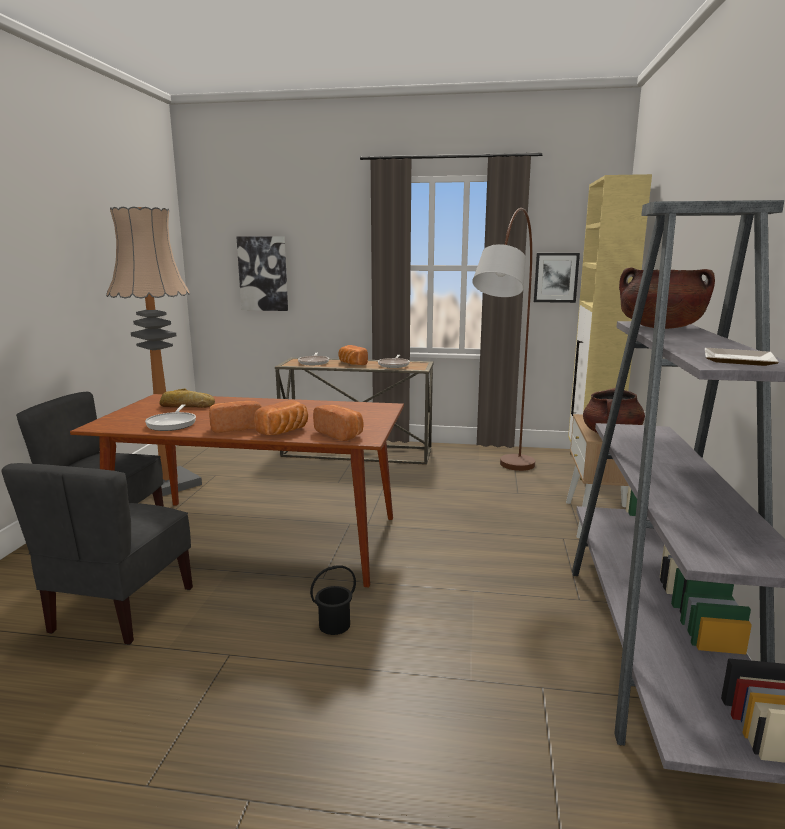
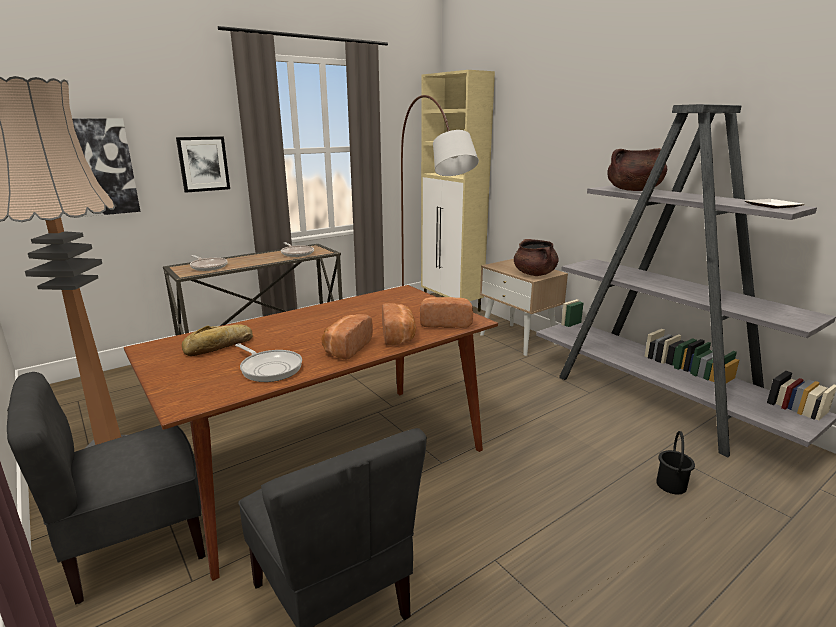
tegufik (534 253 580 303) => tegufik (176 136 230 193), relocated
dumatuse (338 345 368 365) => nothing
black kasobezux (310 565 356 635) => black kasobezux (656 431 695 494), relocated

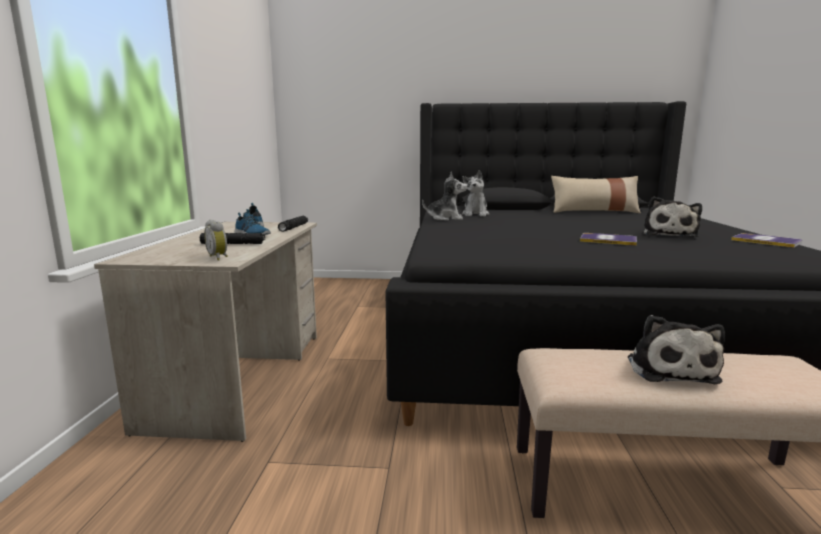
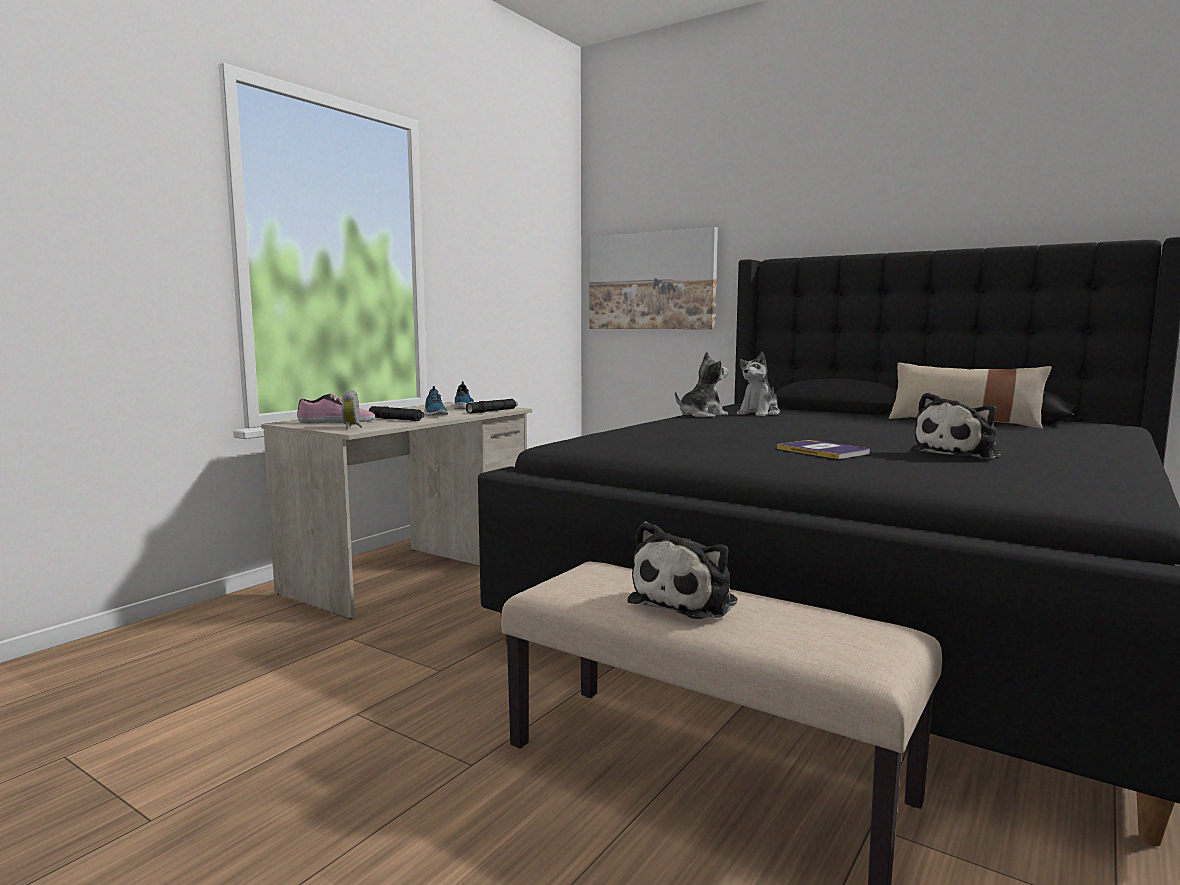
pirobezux (422 171 467 221) => pirobezux (675 351 728 417), 60 degrees counterclockwise
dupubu (731 233 802 248) => nothing
nothing => tegufik (590 227 718 329)
nothing => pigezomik (297 394 375 423)

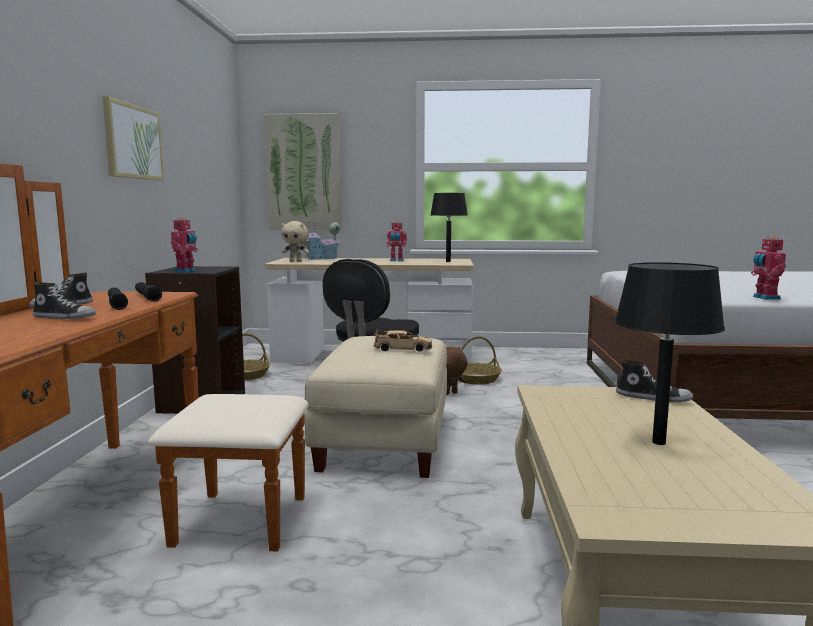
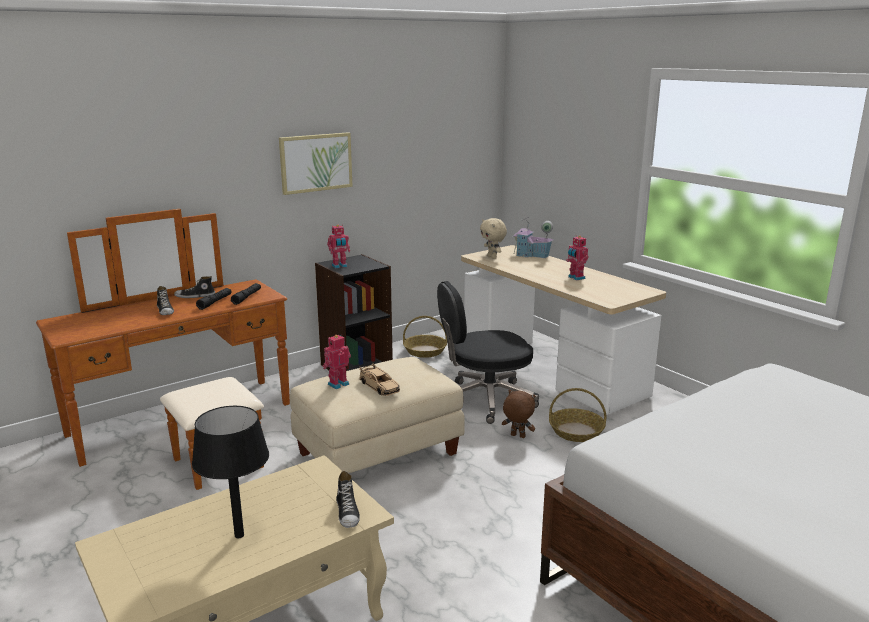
tegufik (264 113 342 229) => nothing
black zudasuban (431 193 468 262) => nothing
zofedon (751 236 786 300) => zofedon (323 334 351 389), relocated

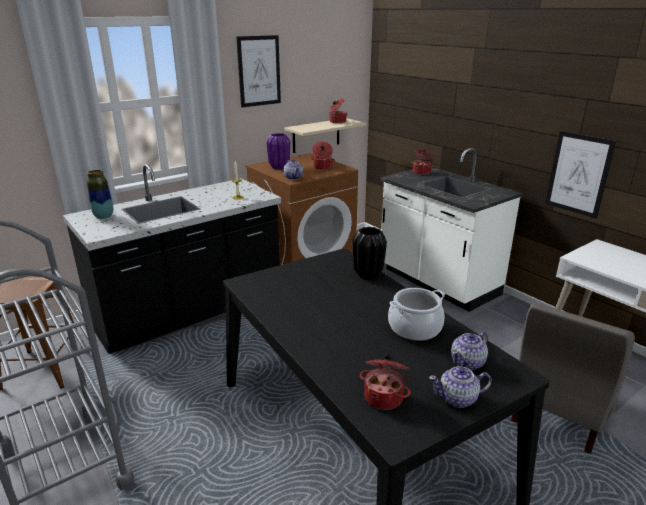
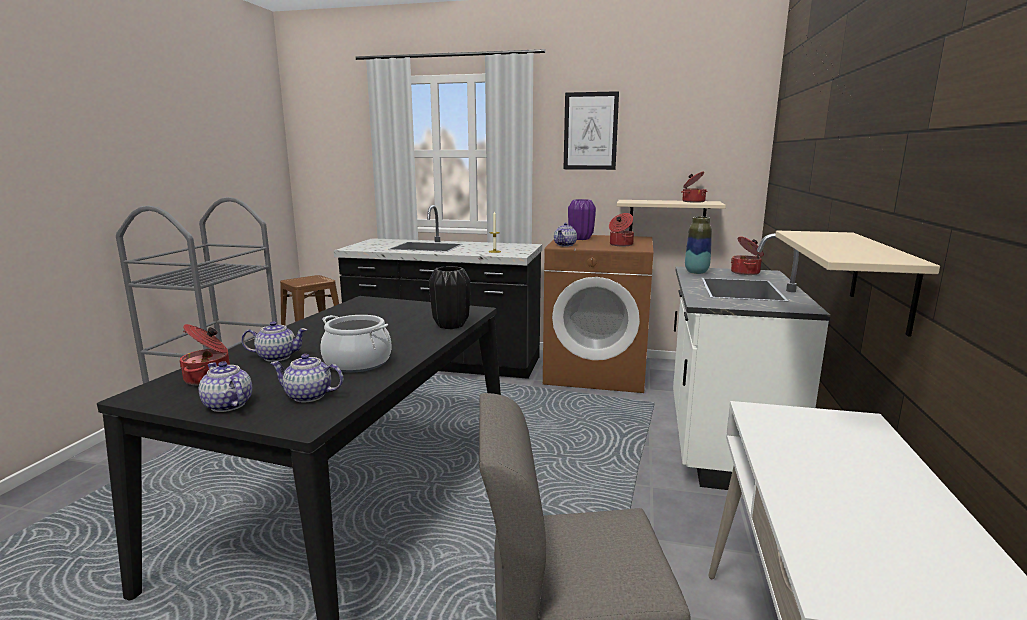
tegufik (545 131 616 219) => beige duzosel (775 231 940 337)
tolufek (87 170 113 219) => tolufek (685 216 712 274), relocated
nothing => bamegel (241 321 307 362)

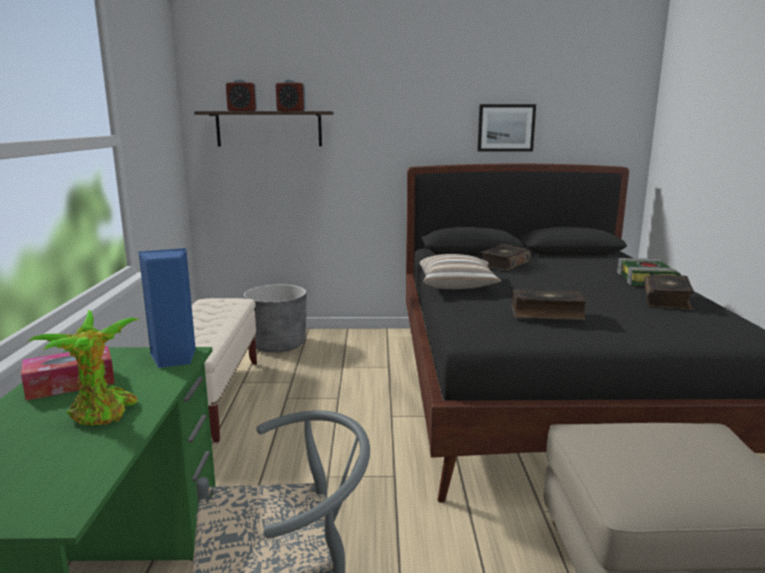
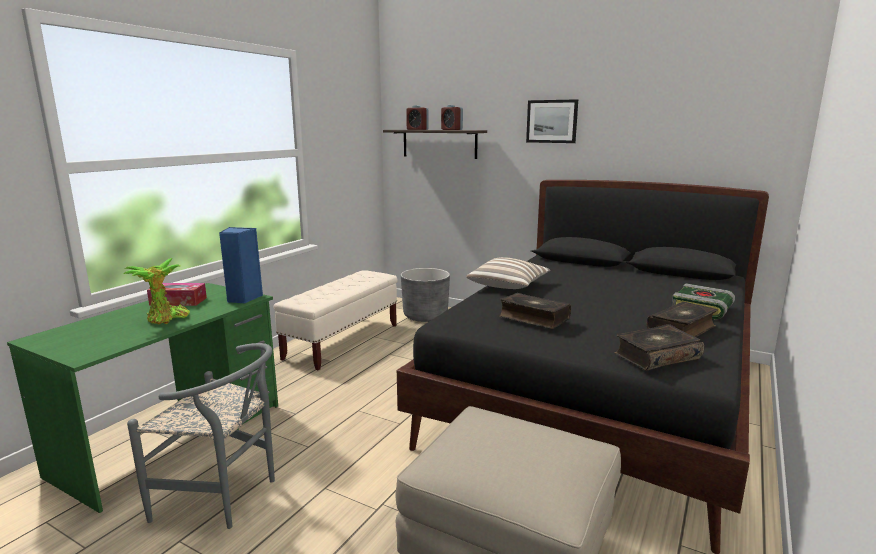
tegufik (477 104 536 152) => tegufik (526 99 578 143), relocated
dupubu (481 244 531 271) => dupubu (614 324 704 371), relocated

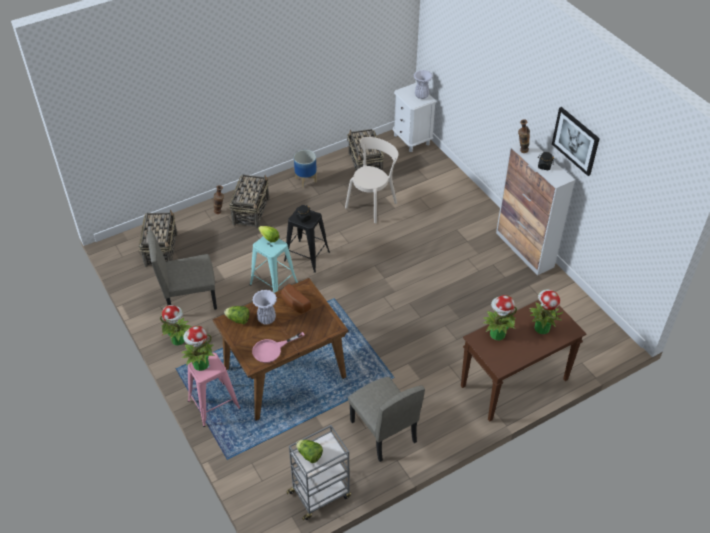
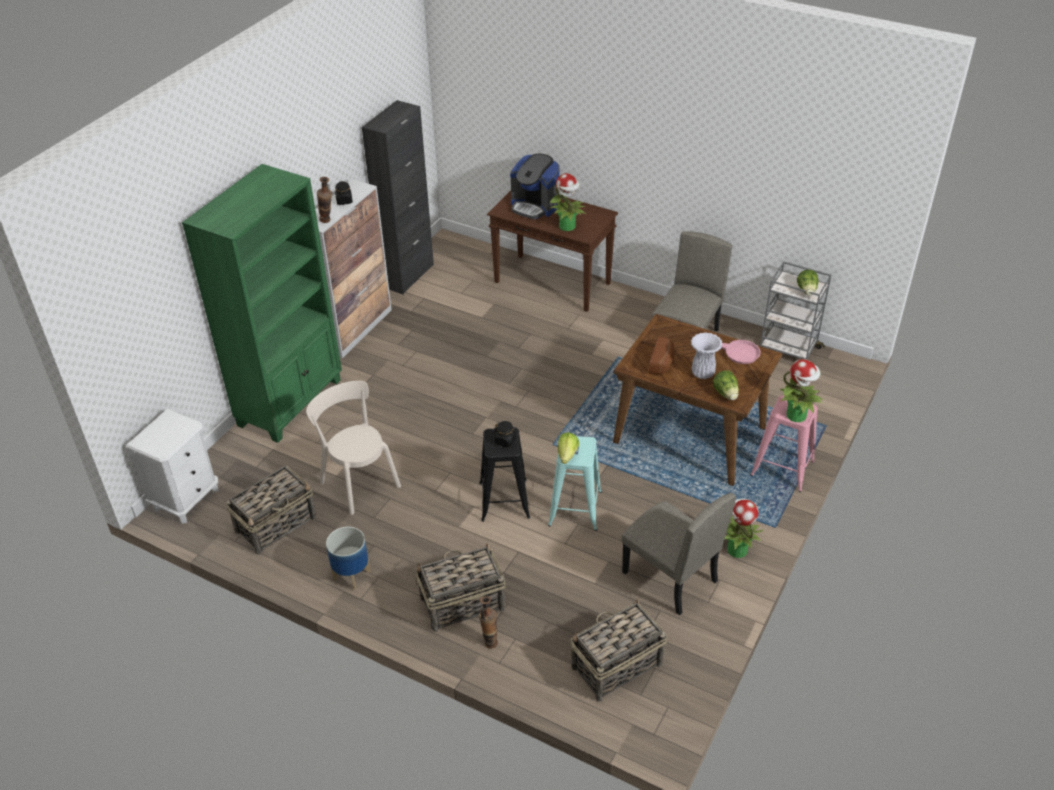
white tolufek (414 70 433 99) => nothing
tegufik (552 107 600 176) => nothing
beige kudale (345 137 399 223) => beige kudale (306 381 401 515), 45 degrees clockwise
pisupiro (529 290 564 334) => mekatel (510 154 560 219)
nothing => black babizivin (362 100 434 294)
nothing => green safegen (182 164 342 443)

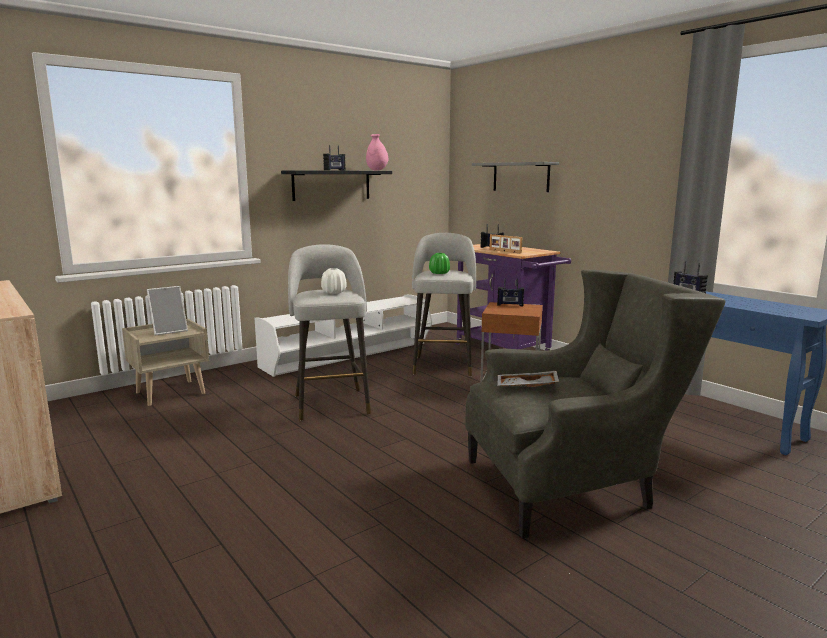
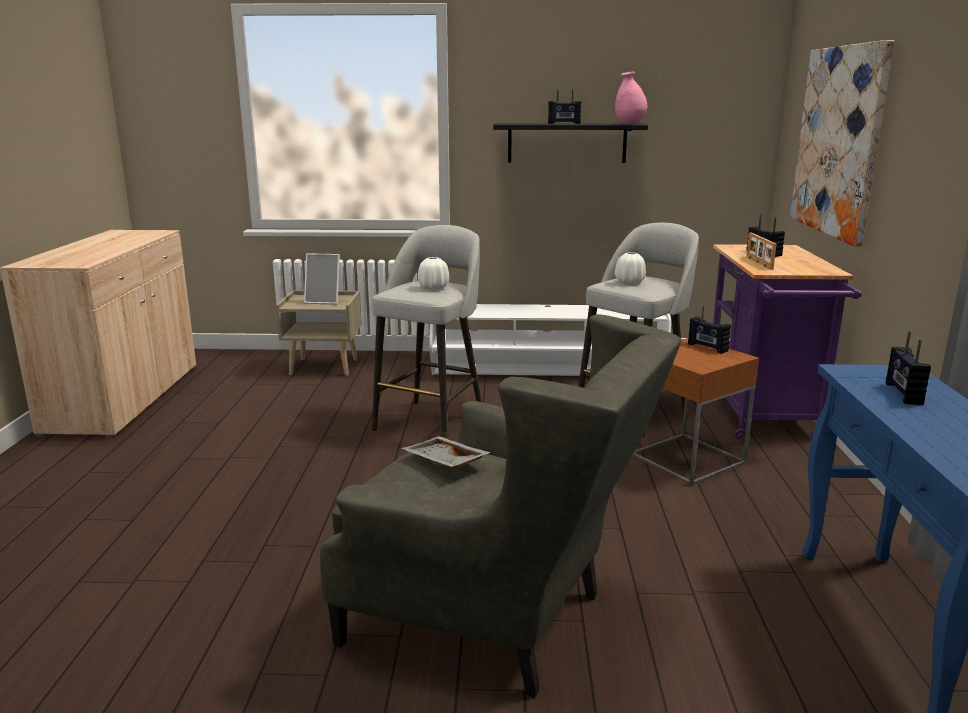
grey duzosel (472 162 559 192) => tegufik (790 40 894 246)
green tolufek (429 253 450 274) => white tolufek (615 252 646 284)

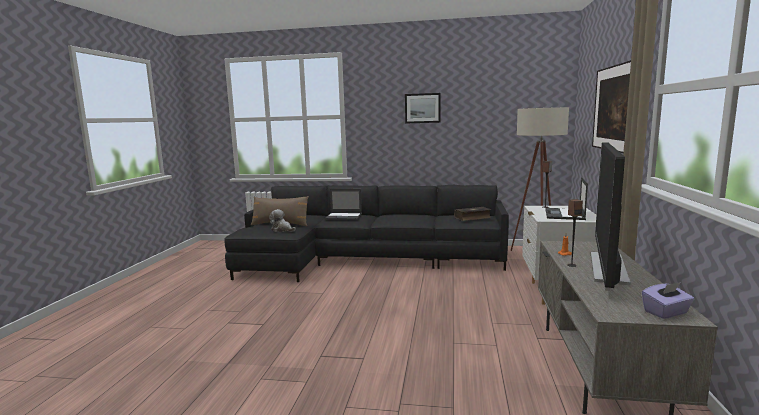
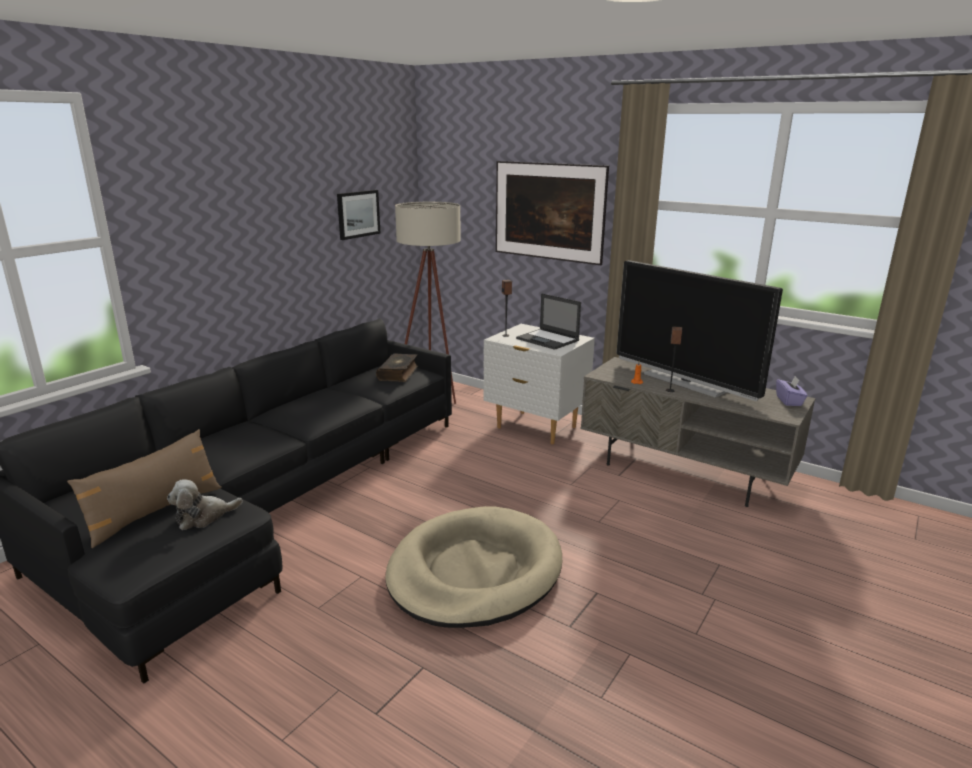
tegufik (405 93 440 124) => tegufik (337 190 381 240), relocated
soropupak (324 189 362 220) => nothing
nothing => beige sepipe (385 506 562 628)

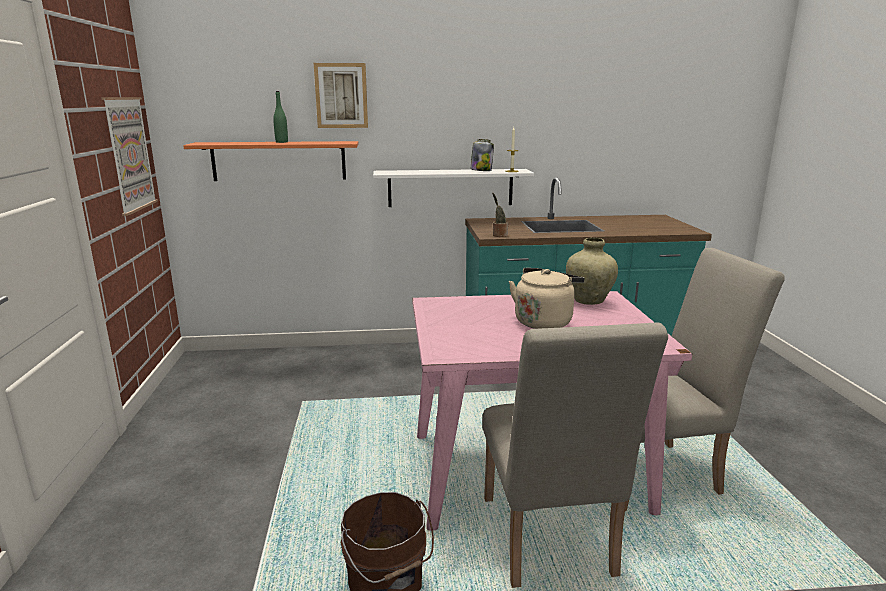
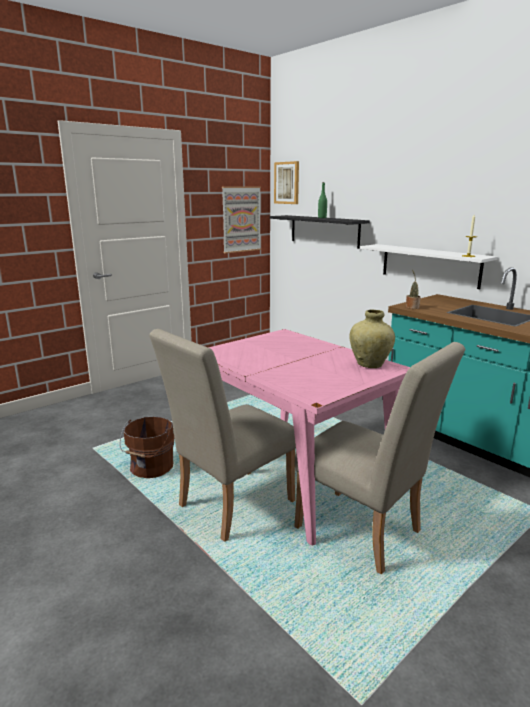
tegufik (314 63 368 128) => tegufik (274 161 299 204), relocated
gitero (471 139 494 171) => nothing
orange duzosel (183 141 358 181) => black duzosel (270 215 370 249)
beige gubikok (509 268 584 329) => nothing

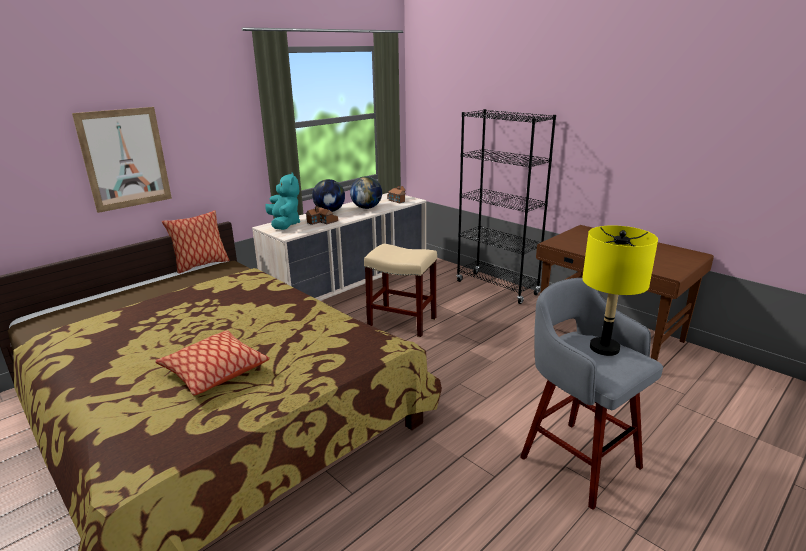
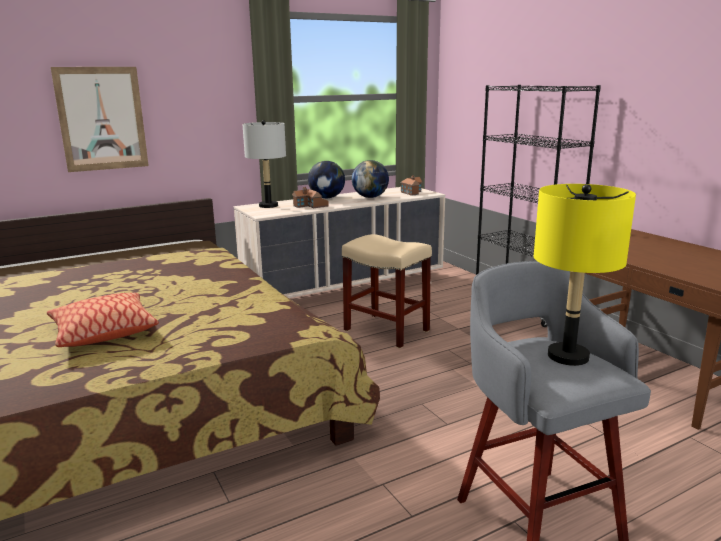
turquoise pirobezux (265 173 300 230) => grey zudasuban (242 120 286 208)
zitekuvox (162 210 230 274) => nothing

